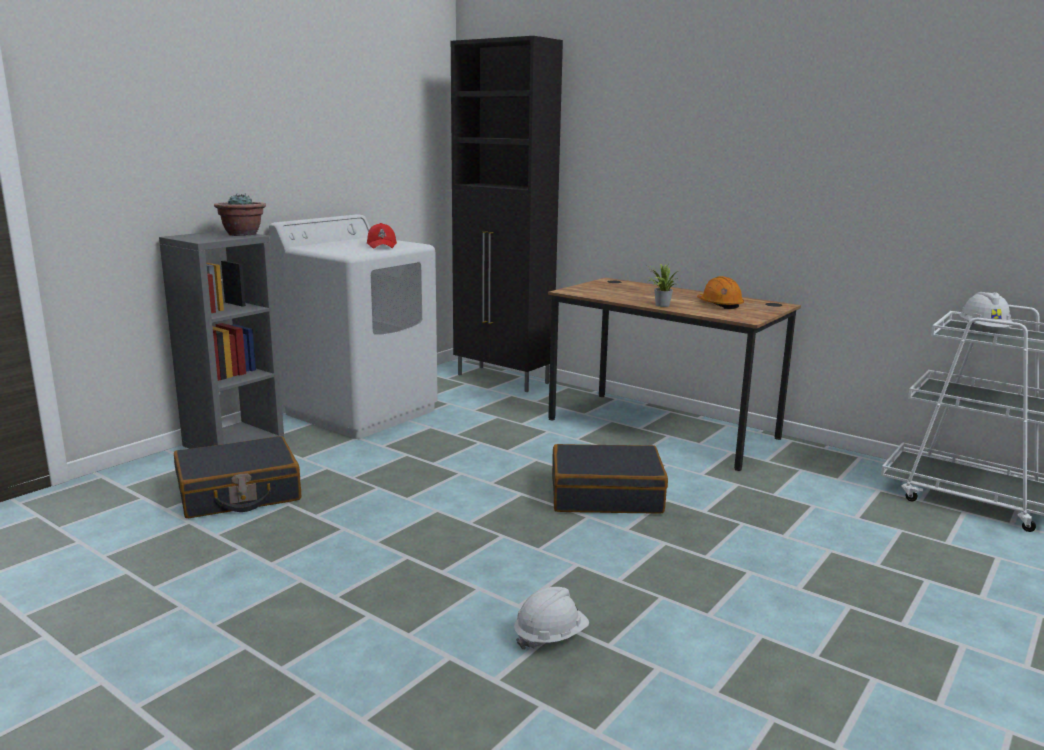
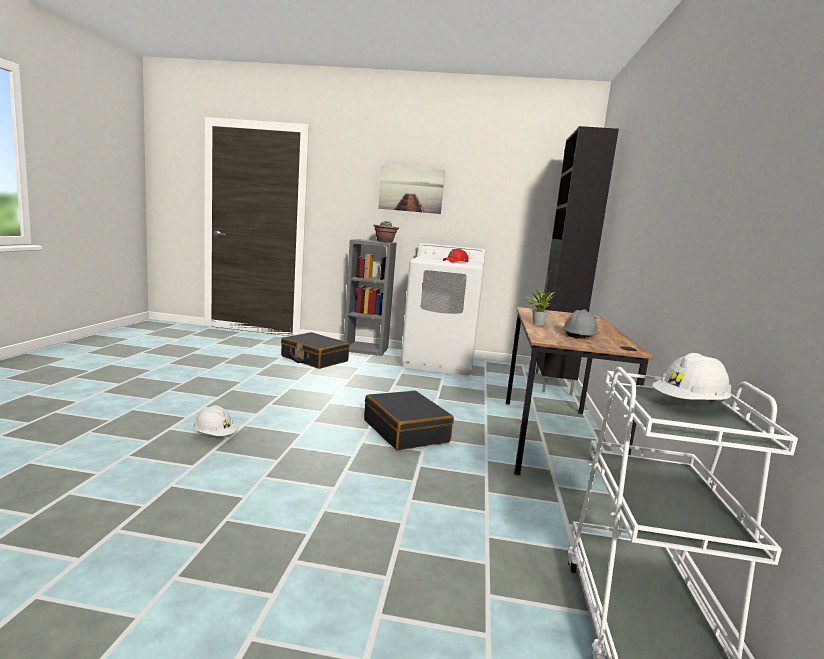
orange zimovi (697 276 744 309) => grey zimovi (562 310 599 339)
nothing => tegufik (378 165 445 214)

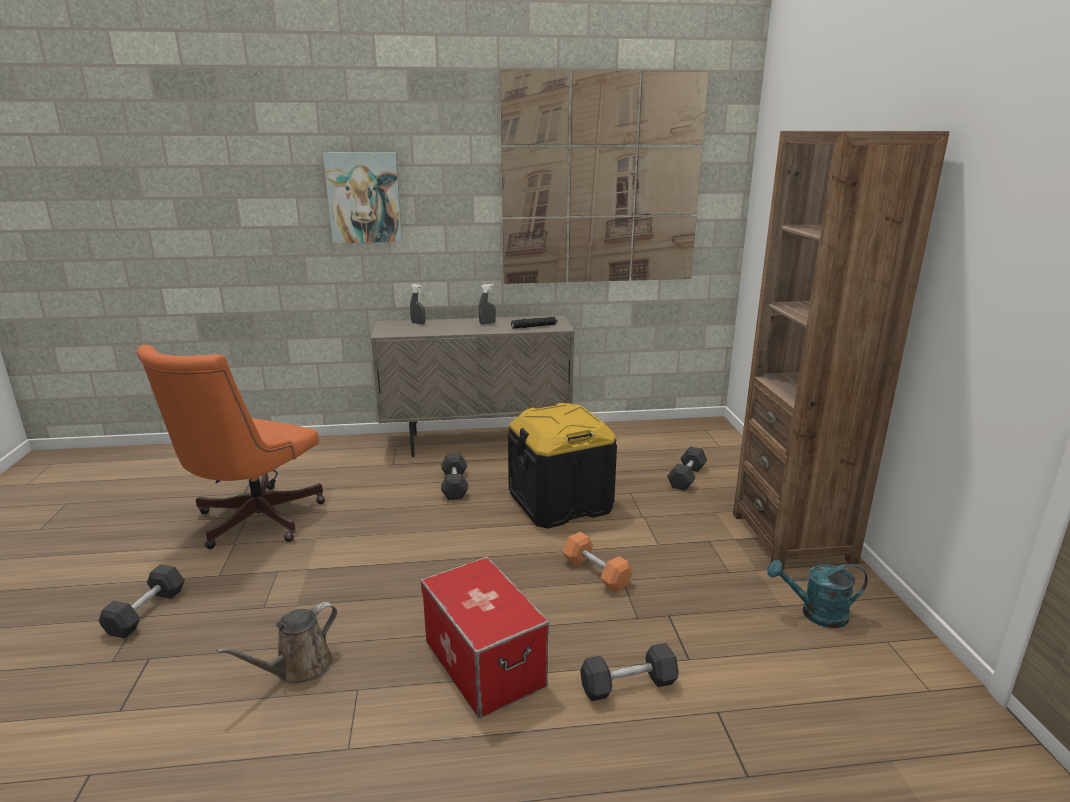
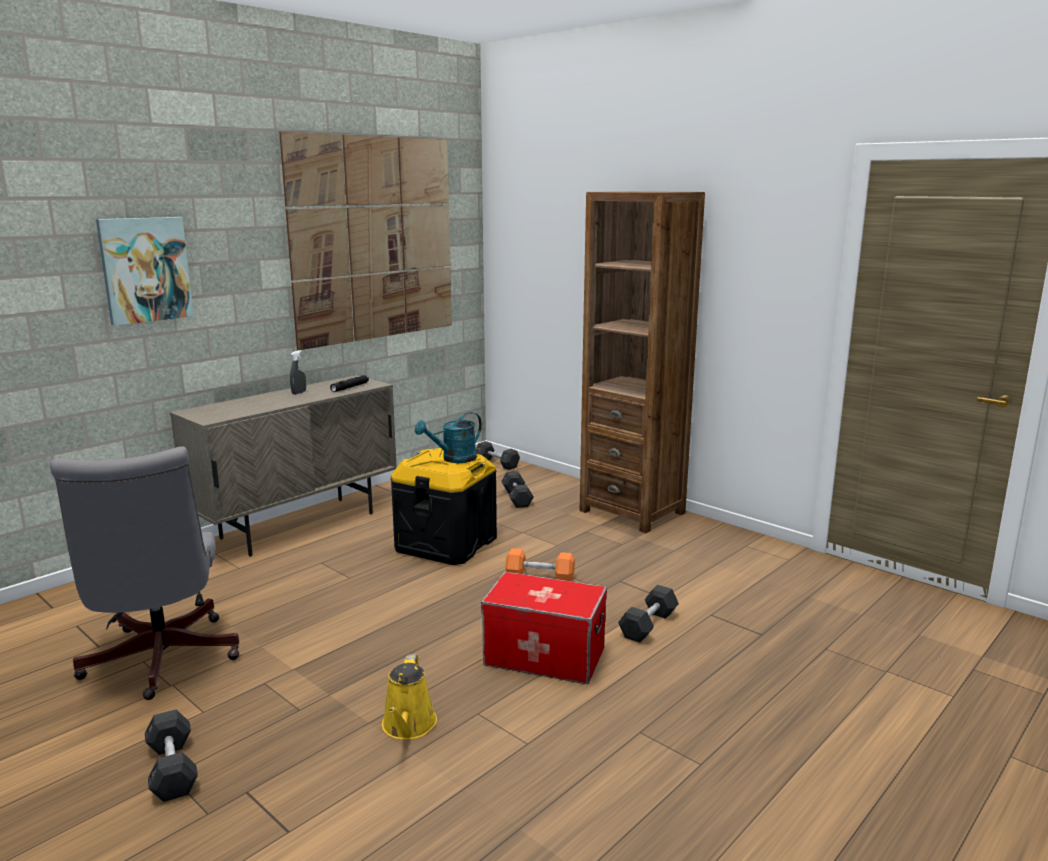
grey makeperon (410 284 425 325) => nothing
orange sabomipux (136 345 325 549) => grey sabomipux (50 446 239 700)
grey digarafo (441 453 468 500) => grey digarafo (476 441 520 470), relocated
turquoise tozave (767 560 868 628) => turquoise tozave (415 412 482 463), relocated
brown tozave (216 602 337 685) => yellow tozave (382 654 437 740)

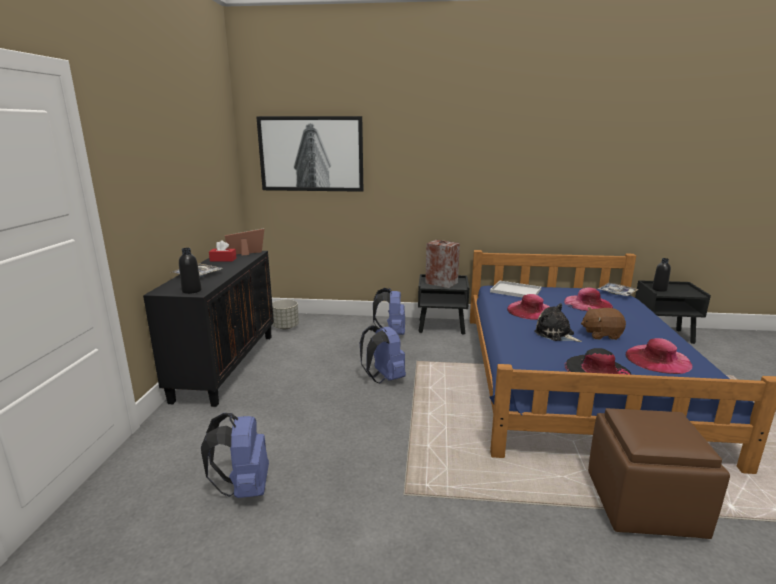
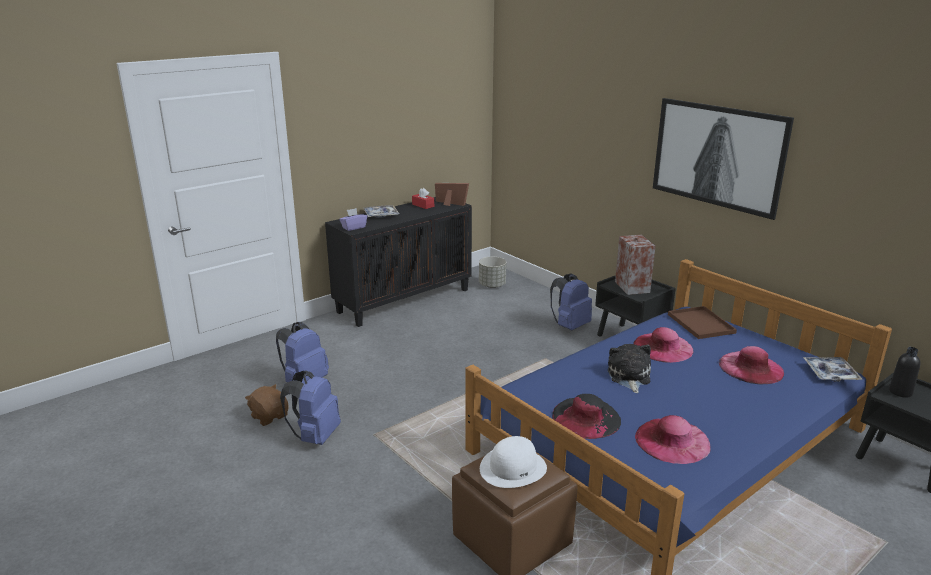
tegufik (256 116 363 192) => tegufik (653 98 794 220), relocated
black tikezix (179 248 202 294) => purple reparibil (339 208 367 231)
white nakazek (490 281 541 297) => brown nakazek (668 306 737 339)
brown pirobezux (581 307 626 340) => brown pirobezux (245 384 289 426), relocated
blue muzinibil (360 325 406 384) => blue muzinibil (280 370 341 445), relocated
nothing => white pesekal (480 436 547 488)

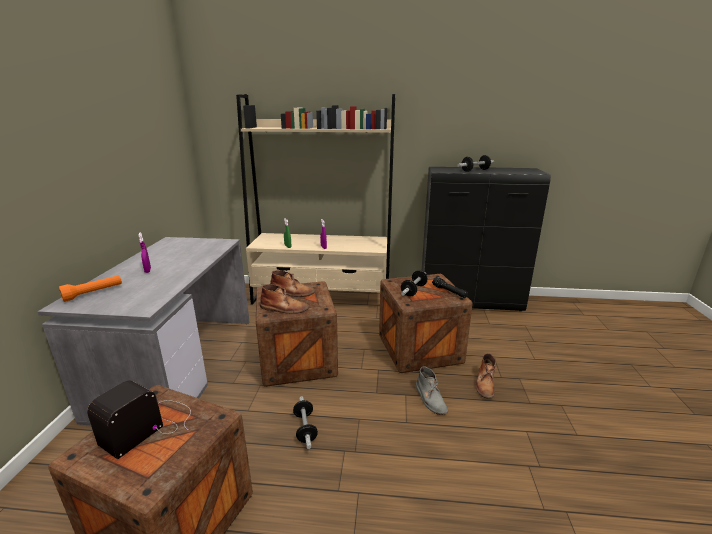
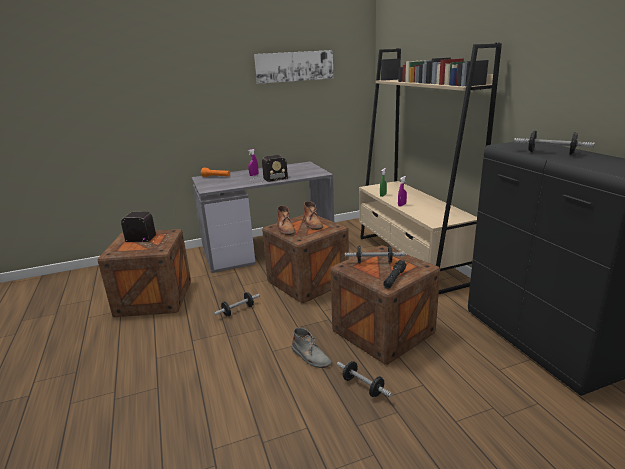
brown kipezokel (475 353 496 399) => digarafo (337 361 392 397)
grey kipezokel (416 366 448 415) => grey kipezokel (292 328 332 368), 90 degrees counterclockwise
nothing => tegufik (254 50 333 84)
nothing => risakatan (250 155 288 184)

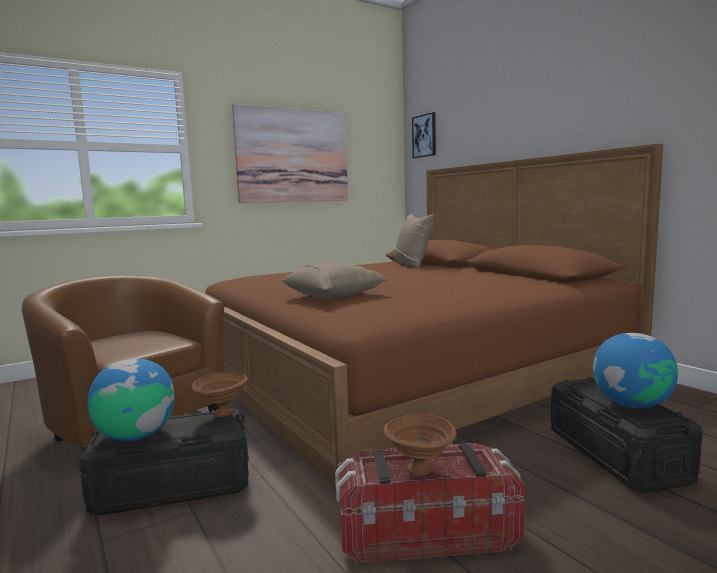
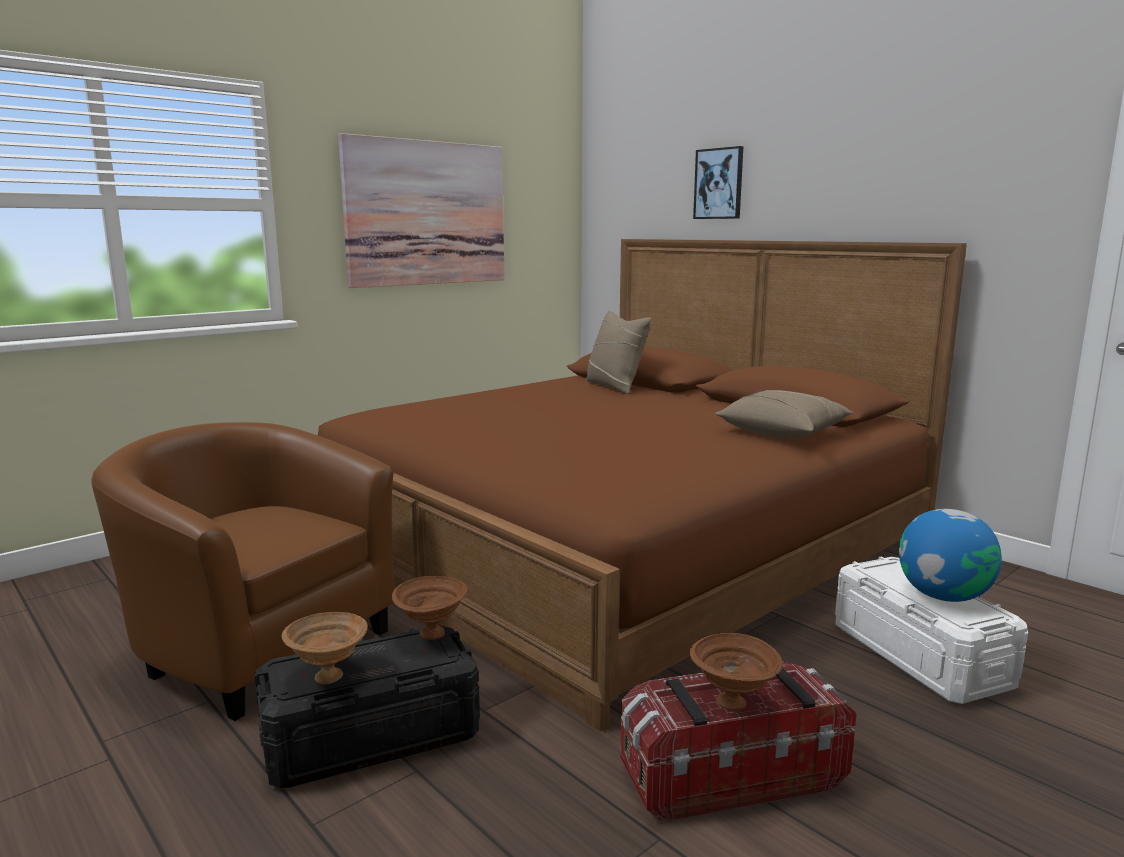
tegufik (412 112 436 158) => tegufik (693 146 743 219), relocated
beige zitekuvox (281 262 388 298) => beige zitekuvox (715 390 853 438), relocated
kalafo (87 359 175 441) => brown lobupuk (282 612 368 685)
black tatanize (551 377 703 493) => white tatanize (835 557 1028 704)

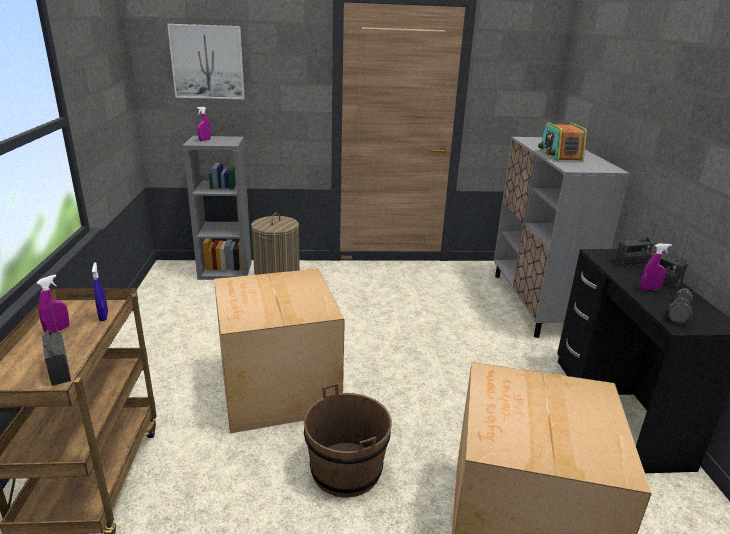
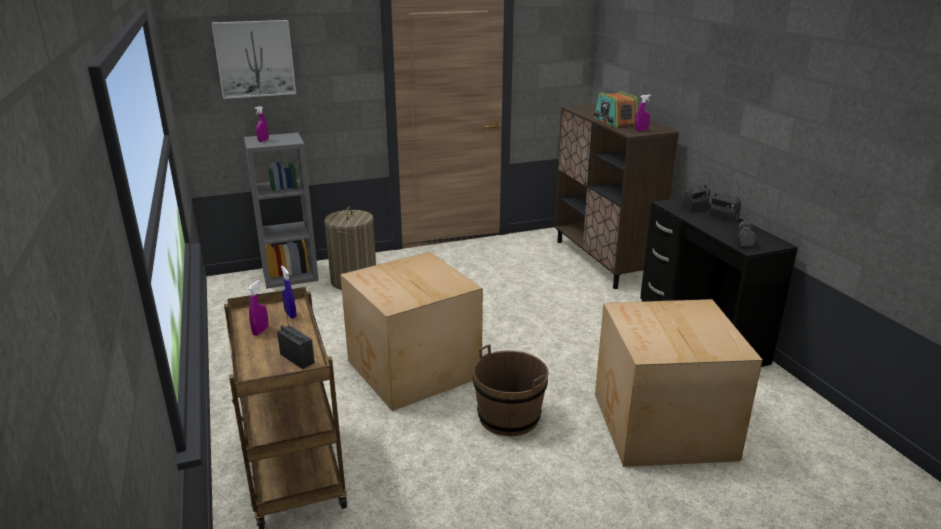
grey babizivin (494 137 630 338) => brown babizivin (554 104 679 289)
purple makeperon (640 244 672 290) => purple makeperon (635 95 651 131), relocated

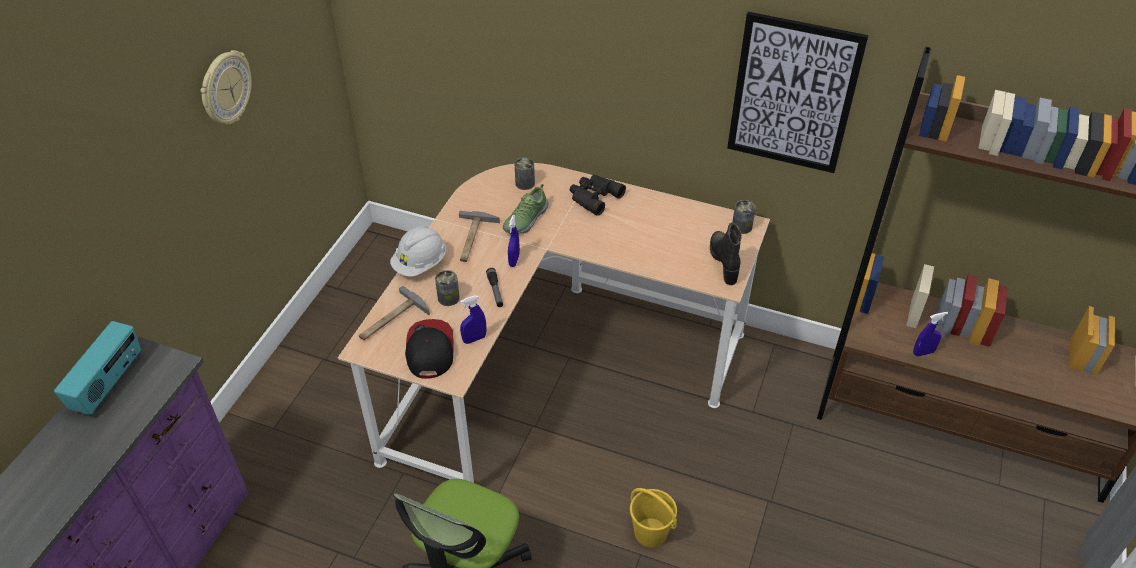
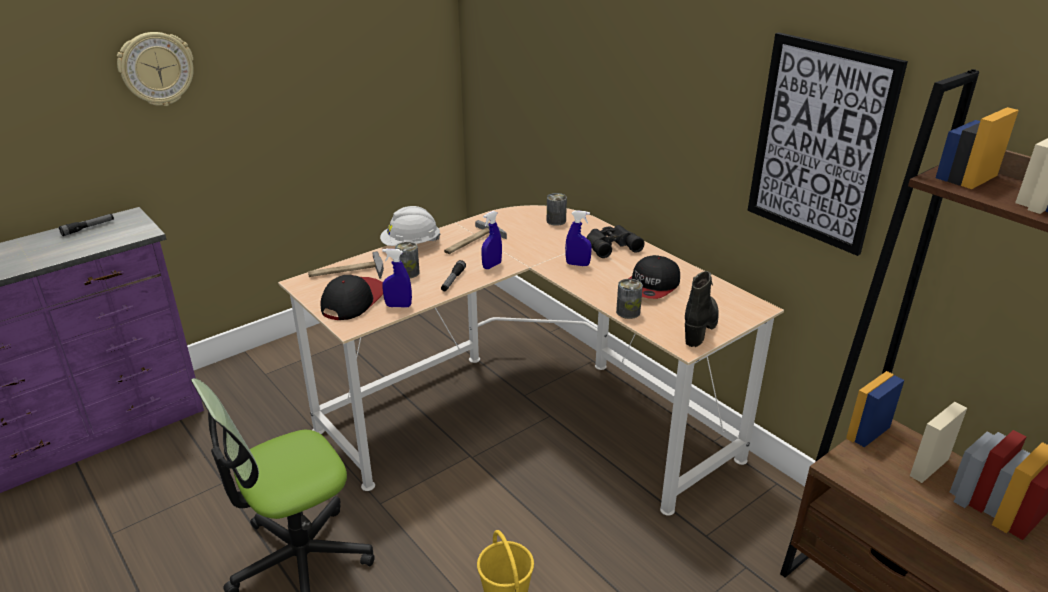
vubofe (201 50 252 124) => vubofe (117 32 194 106), relocated
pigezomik (503 184 549 234) => nothing
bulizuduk (732 200 756 234) => bulizuduk (616 279 643 319), relocated
blue makeperon (913 312 948 356) => blue makeperon (565 210 592 266), relocated
risakatan (54 321 141 415) => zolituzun (59 214 114 236)
nothing => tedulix (628 255 680 299)

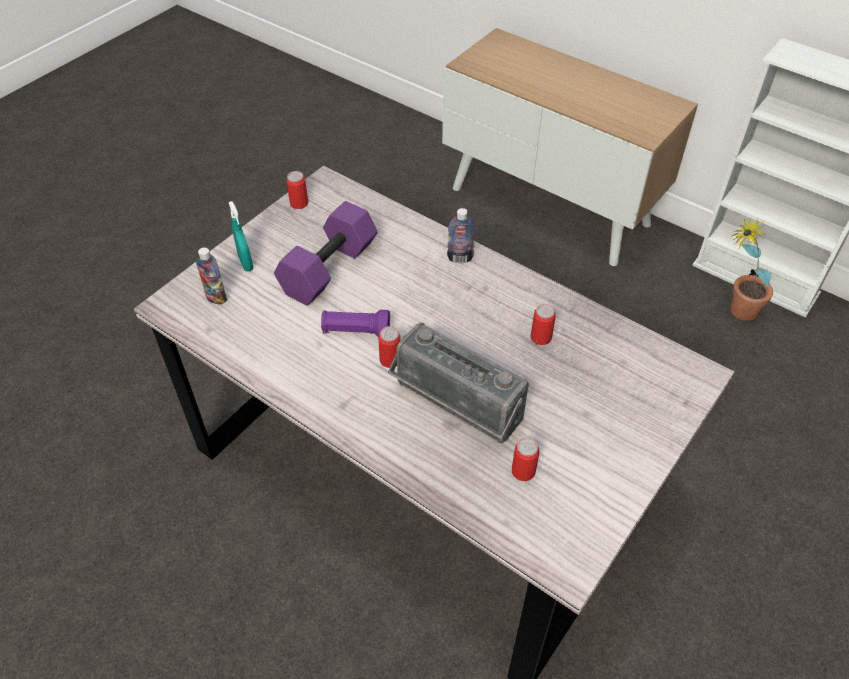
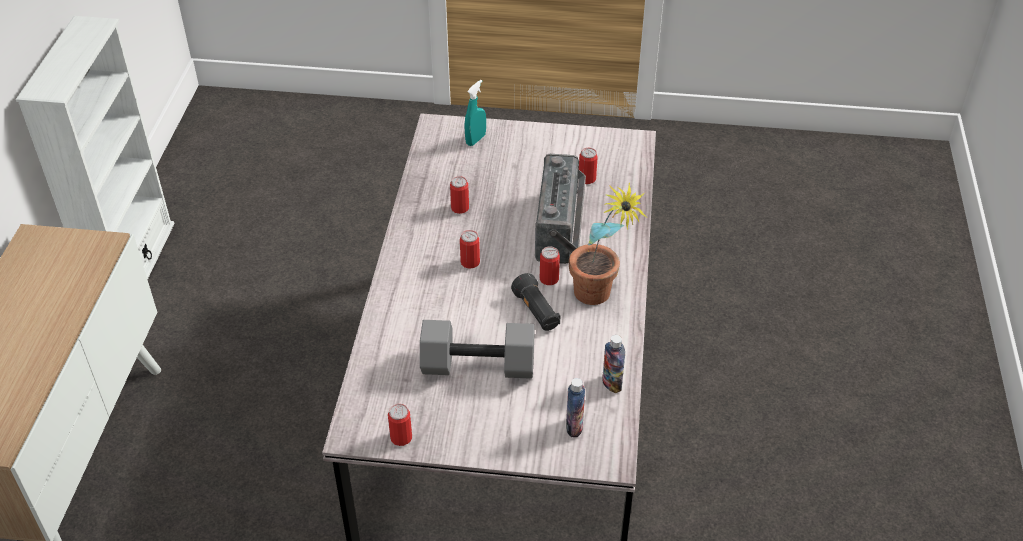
turquoise makeperon (229 201 253 271) => turquoise makeperon (465 80 486 146), relocated
purple digarafo (274 201 378 306) => grey digarafo (420 320 535 379)
tikezix (447 208 475 263) => tikezix (602 335 625 393), relocated
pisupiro (730 219 773 321) => pisupiro (569 183 647 305), relocated
purple zolituzun (321 310 390 337) => black zolituzun (511 273 561 331)
nothing => bulizuduk (460 230 480 269)

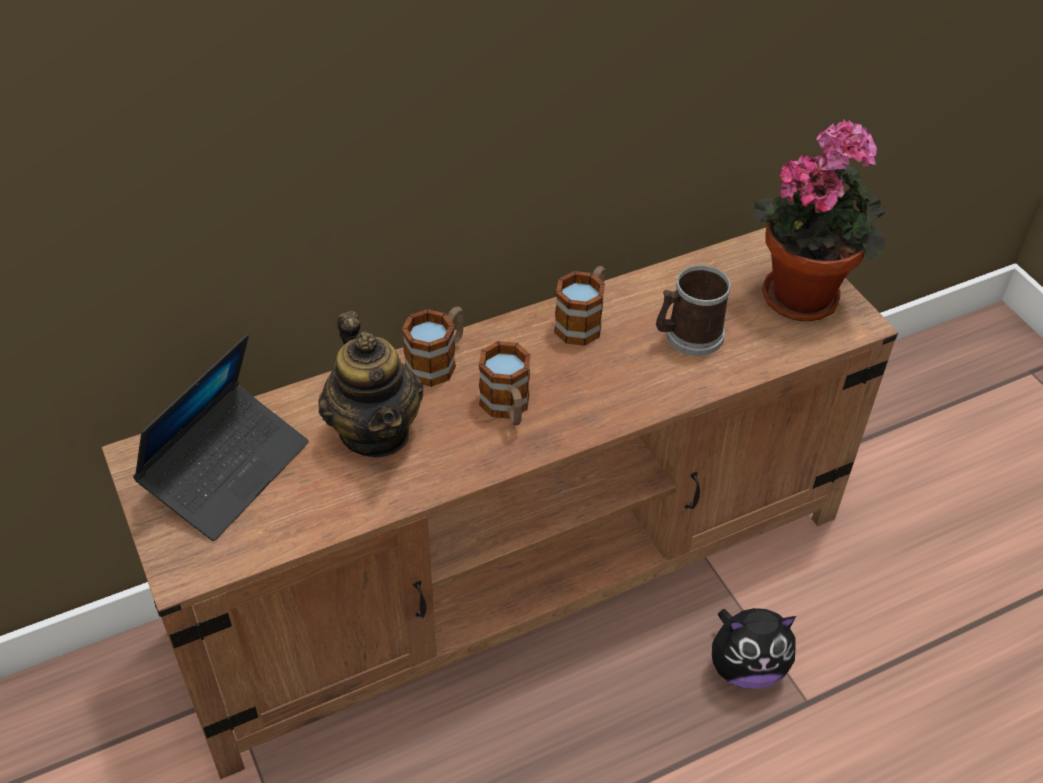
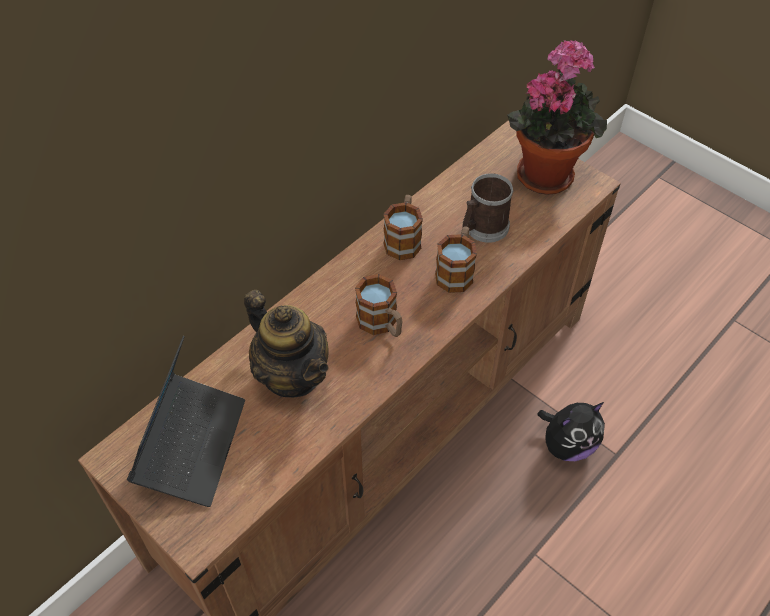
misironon (402 306 464 387) => misironon (435 226 477 293), relocated

